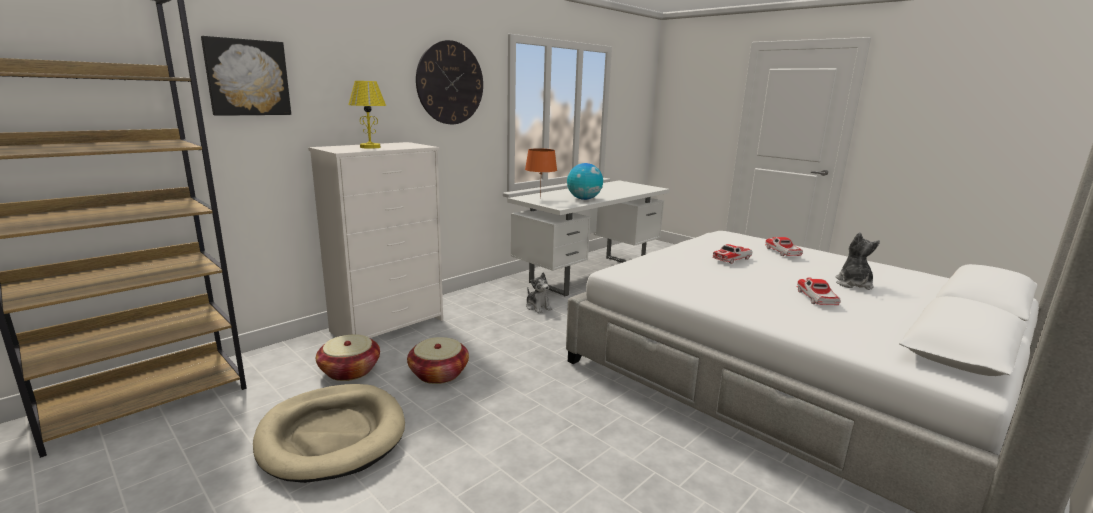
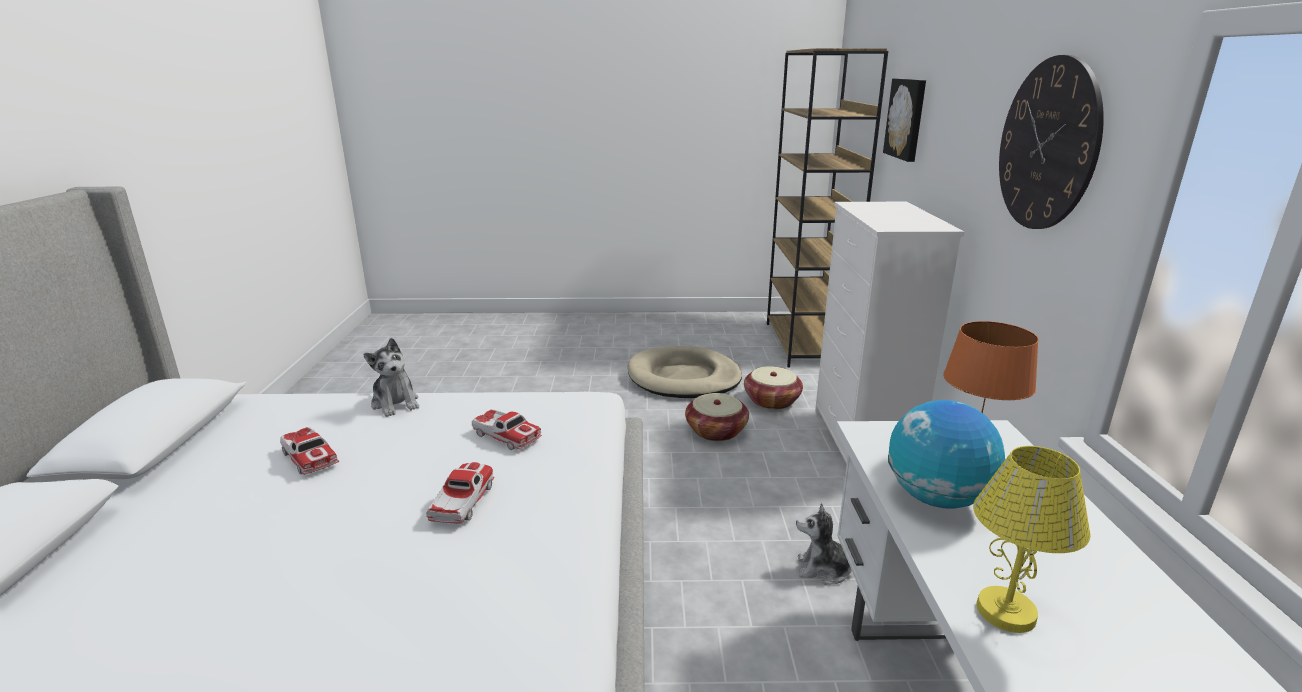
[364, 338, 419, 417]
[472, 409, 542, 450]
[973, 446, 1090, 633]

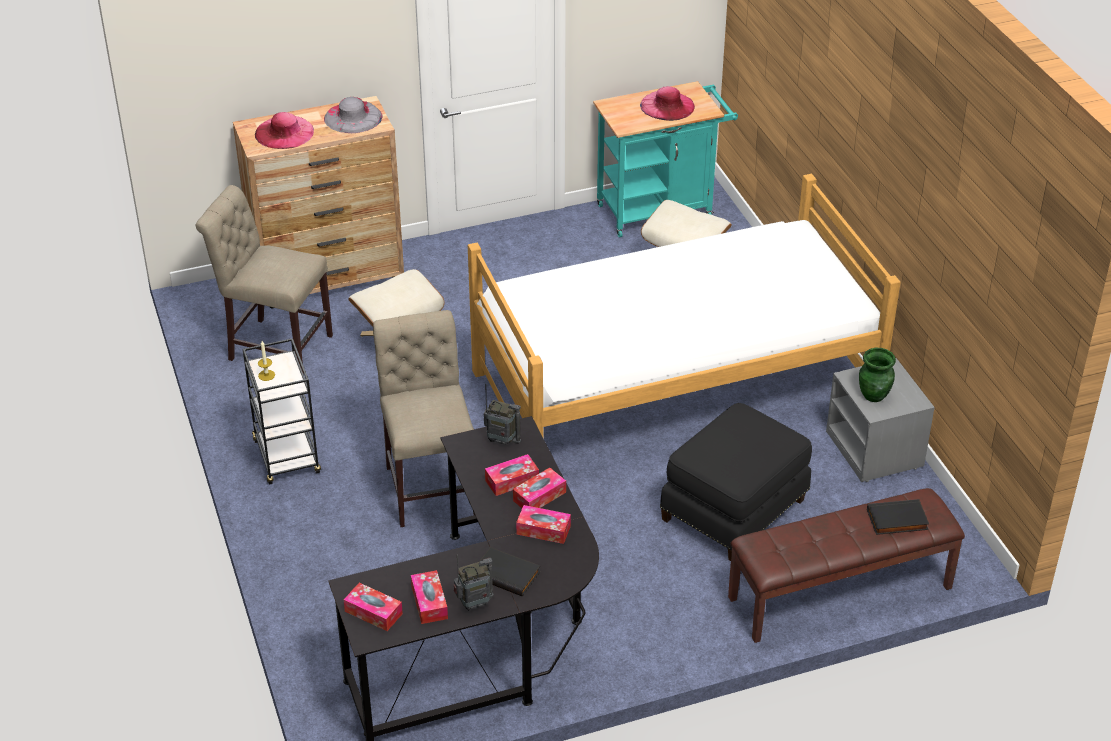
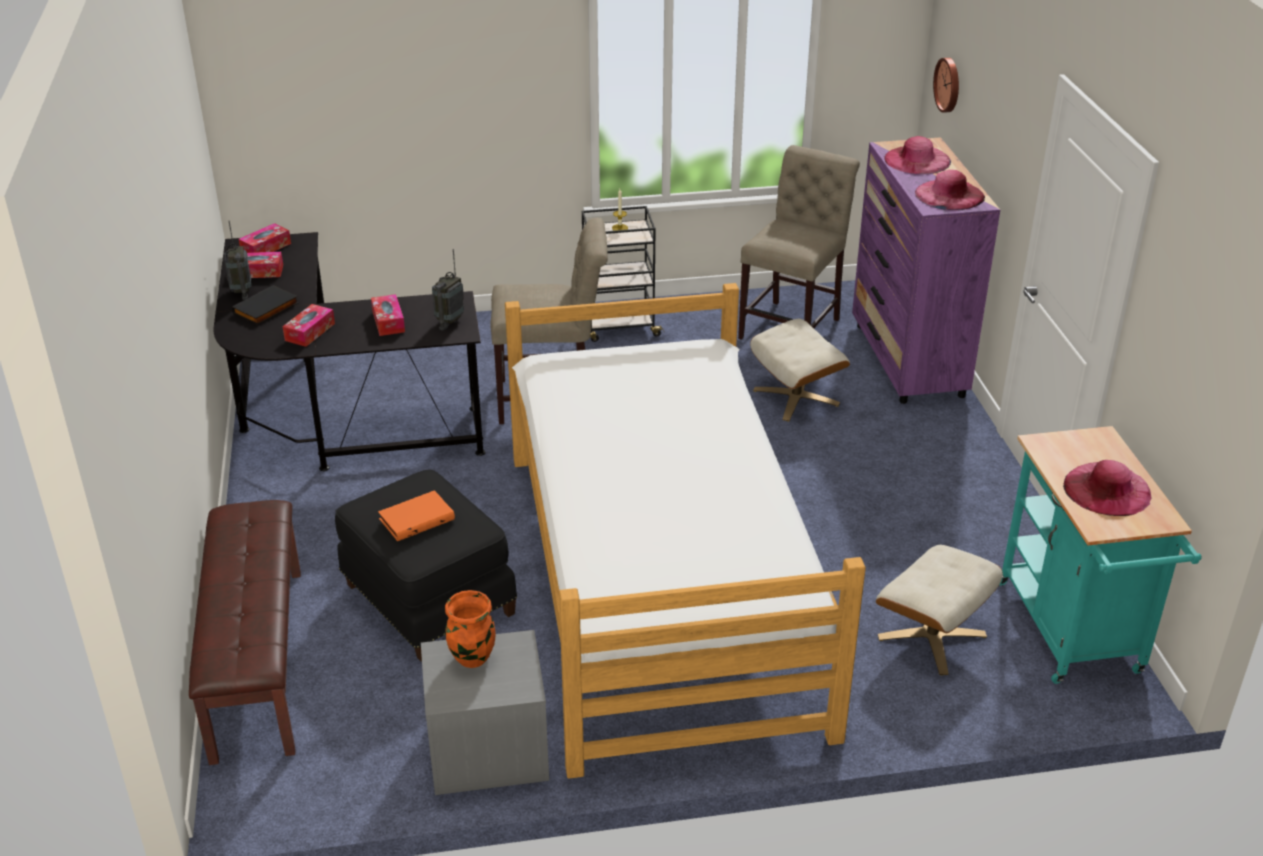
[378, 490, 455, 541]
[445, 590, 496, 668]
[852, 137, 1000, 404]
[915, 170, 985, 210]
[933, 58, 959, 113]
[513, 468, 566, 508] (first image)
[867, 499, 929, 535] (first image)

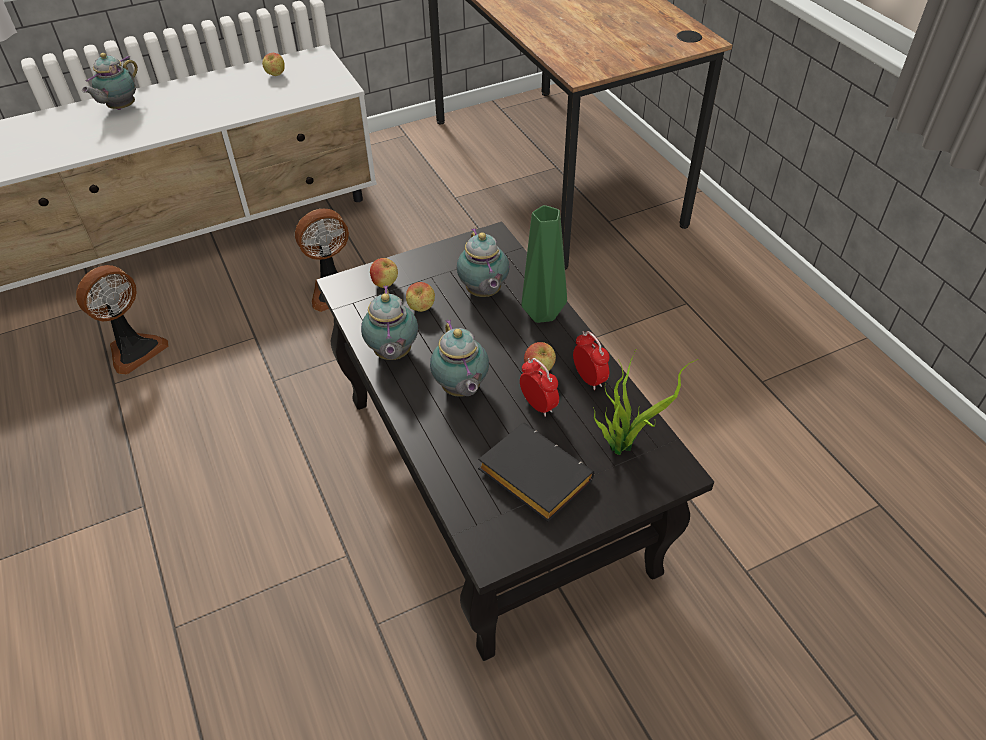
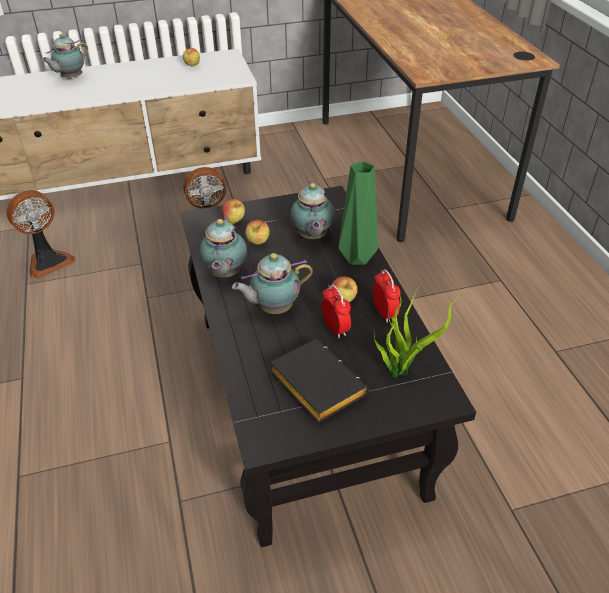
[232, 253, 313, 314]

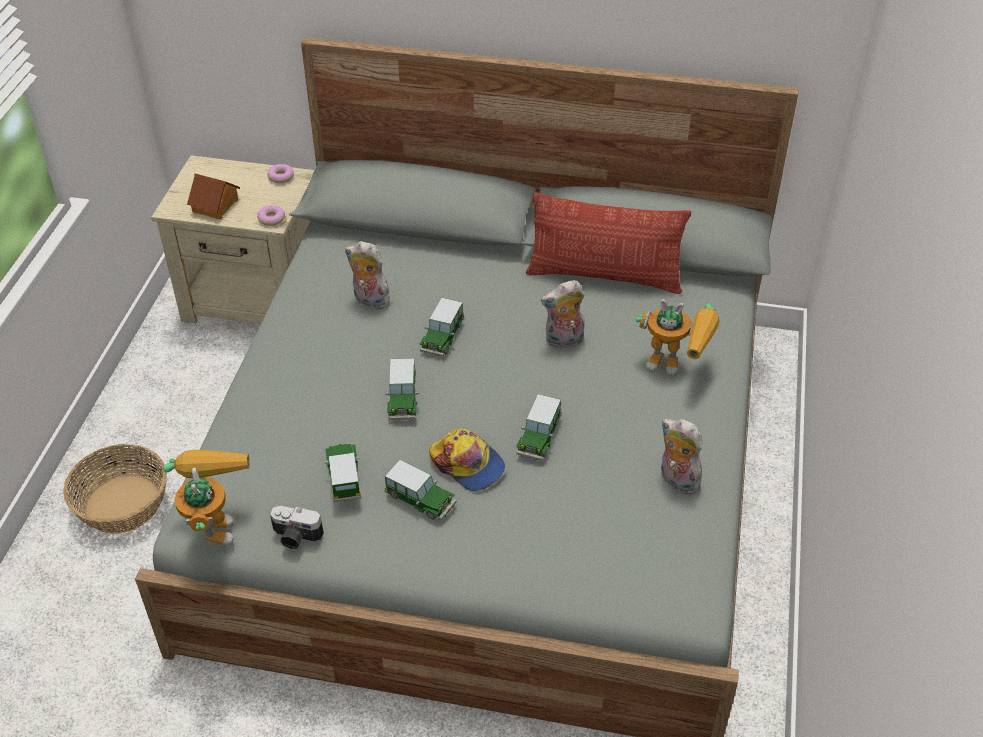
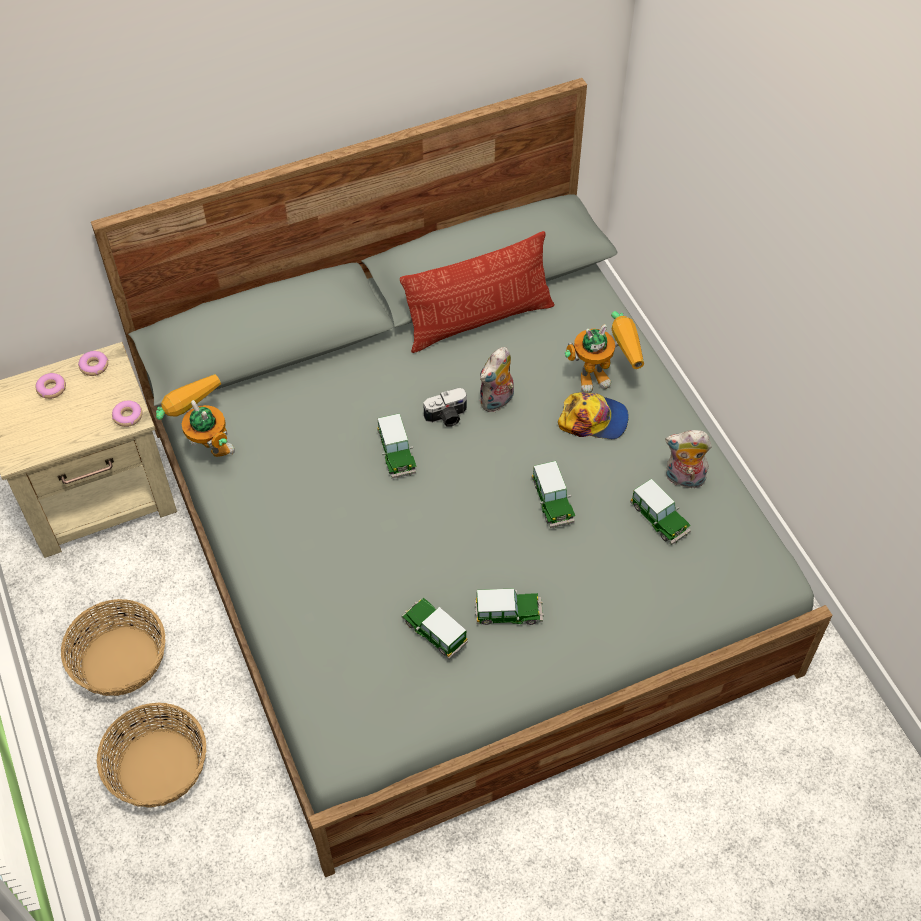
[36, 373, 66, 399]
[61, 599, 166, 696]
[156, 374, 235, 457]
[423, 388, 467, 427]
[558, 392, 629, 439]
[630, 479, 691, 545]
[187, 174, 240, 219] (first image)
[345, 241, 390, 309] (first image)

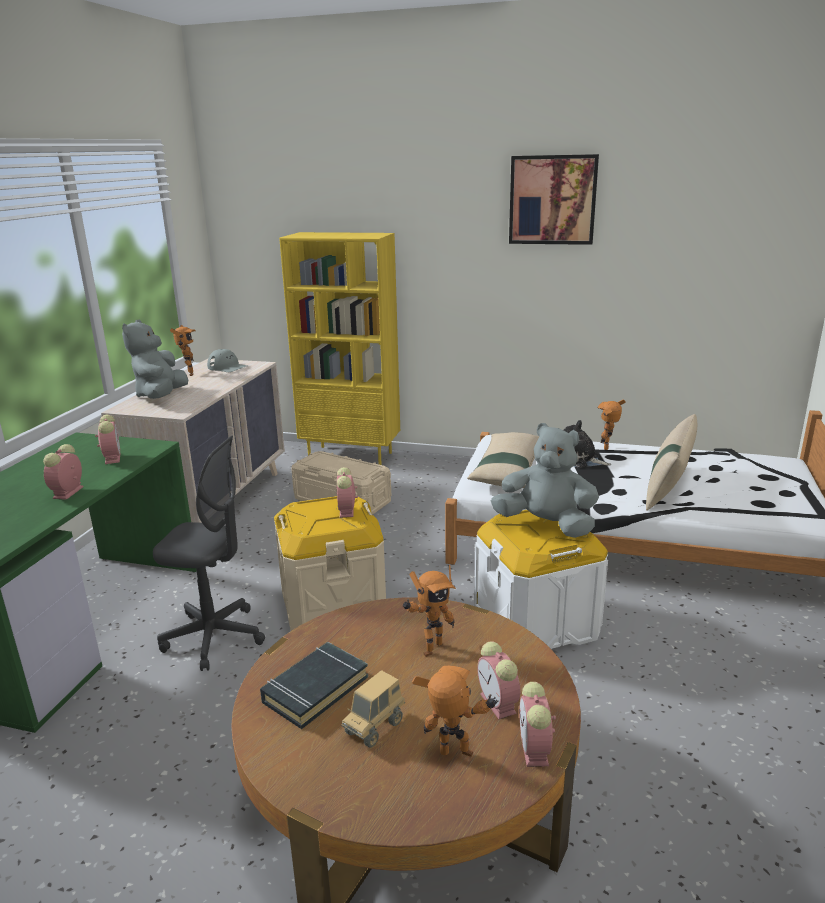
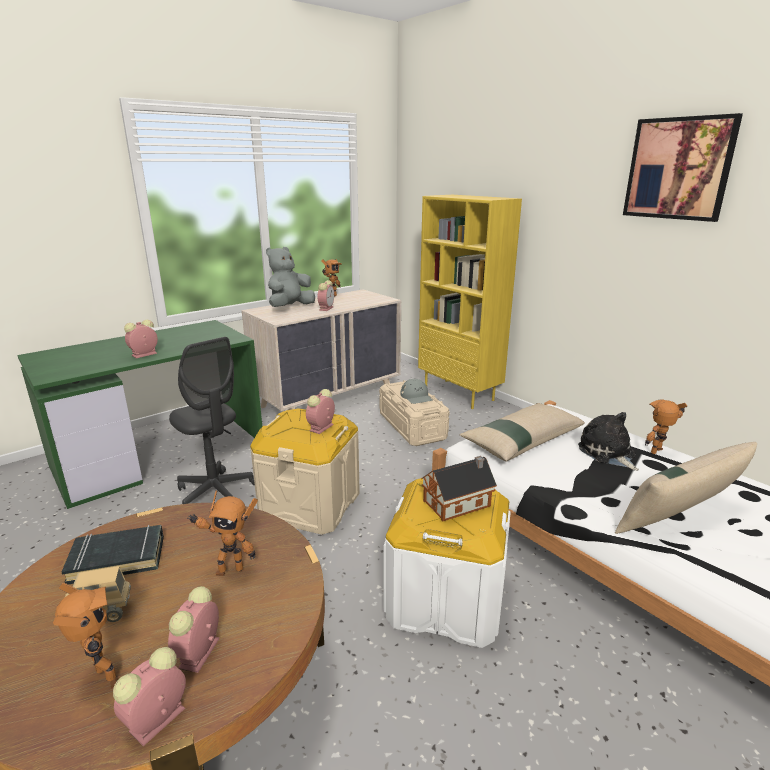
[318, 280, 334, 311]
[400, 379, 433, 404]
[421, 456, 497, 521]

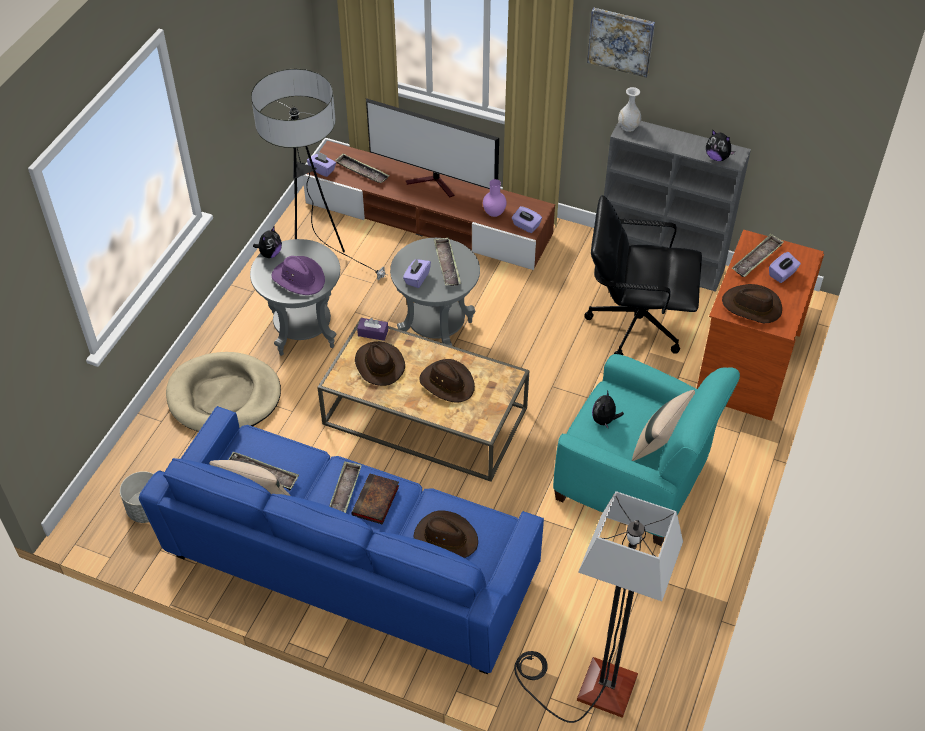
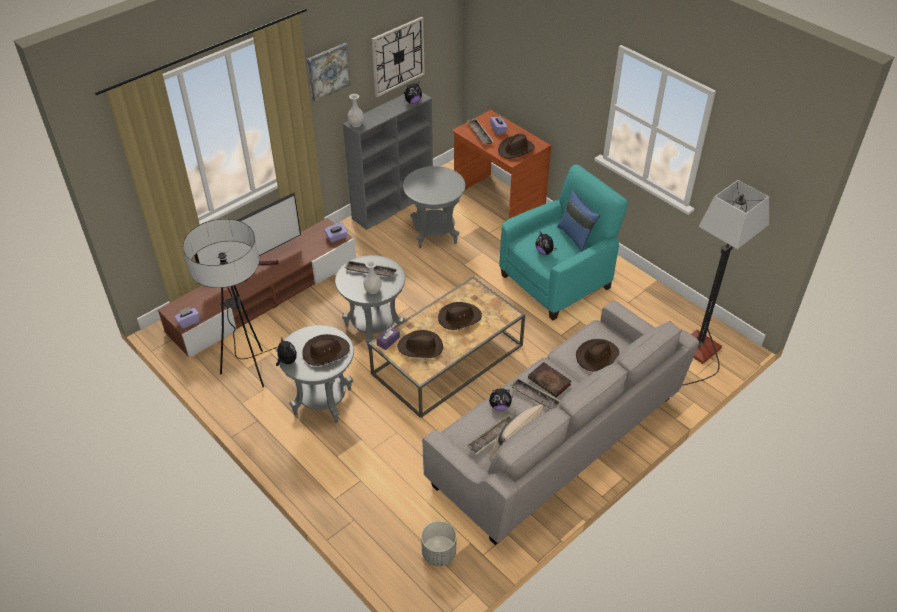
[302, 334, 350, 366]
[363, 260, 382, 294]
[372, 17, 425, 97]
[403, 166, 466, 248]
[422, 300, 699, 545]
[489, 388, 513, 411]
[557, 190, 600, 252]
[166, 352, 281, 432] (first image)
[334, 154, 390, 183] (first image)
[483, 179, 507, 217] (first image)

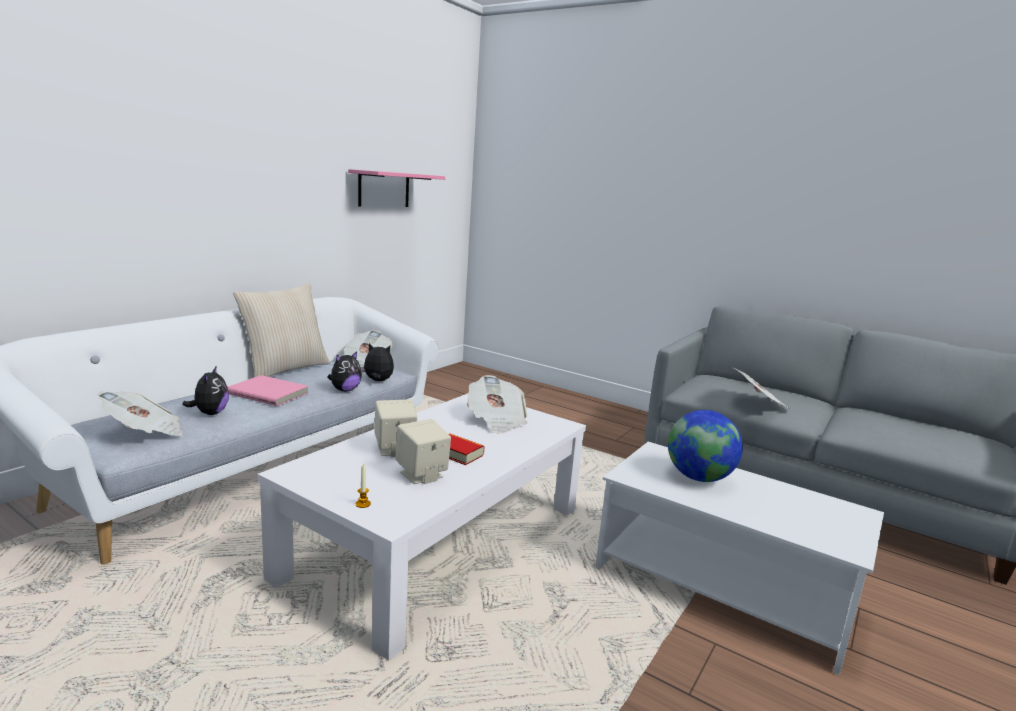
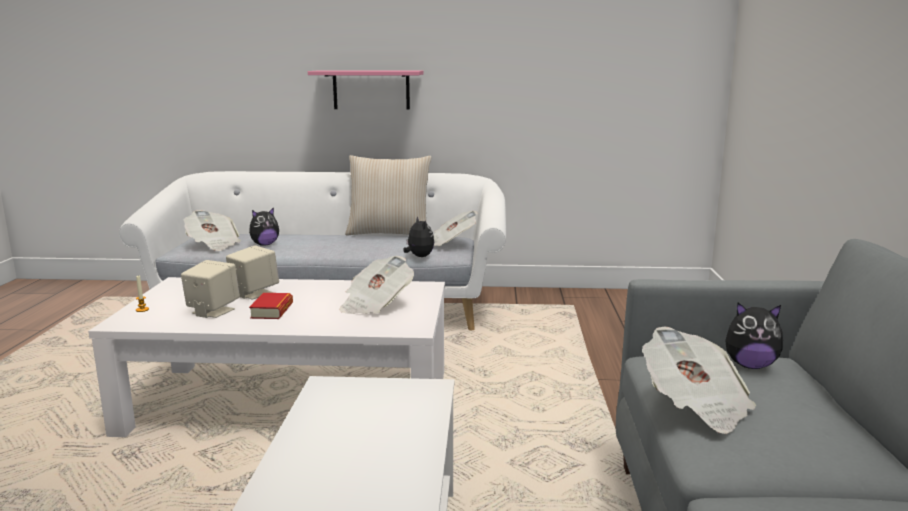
[308, 70, 423, 109]
[725, 303, 783, 369]
[228, 375, 309, 406] (first image)
[668, 410, 743, 482] (first image)

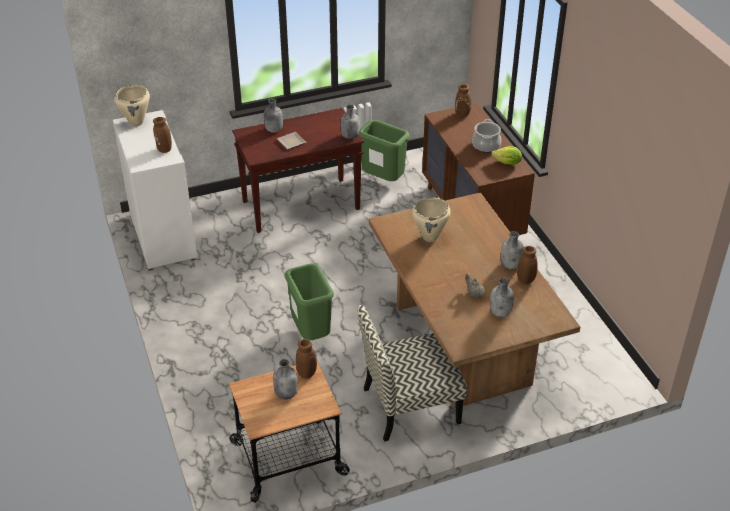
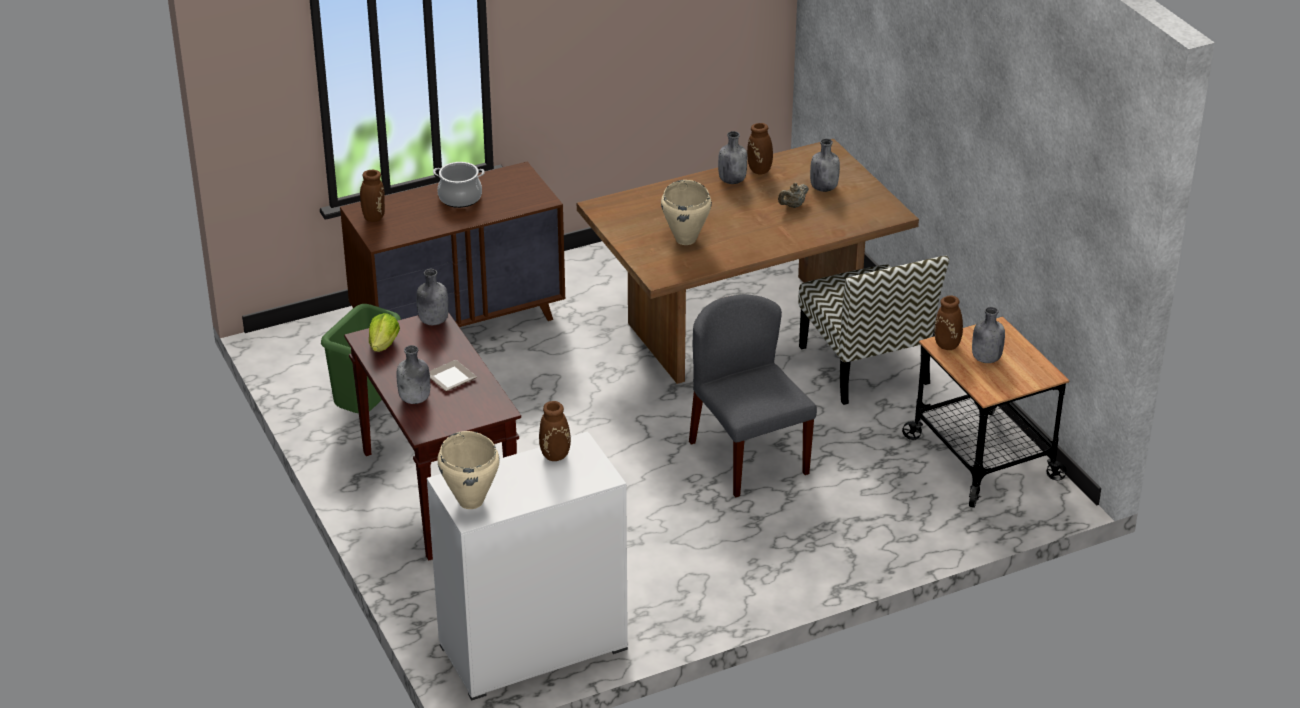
[369, 313, 400, 352]
[689, 294, 817, 497]

